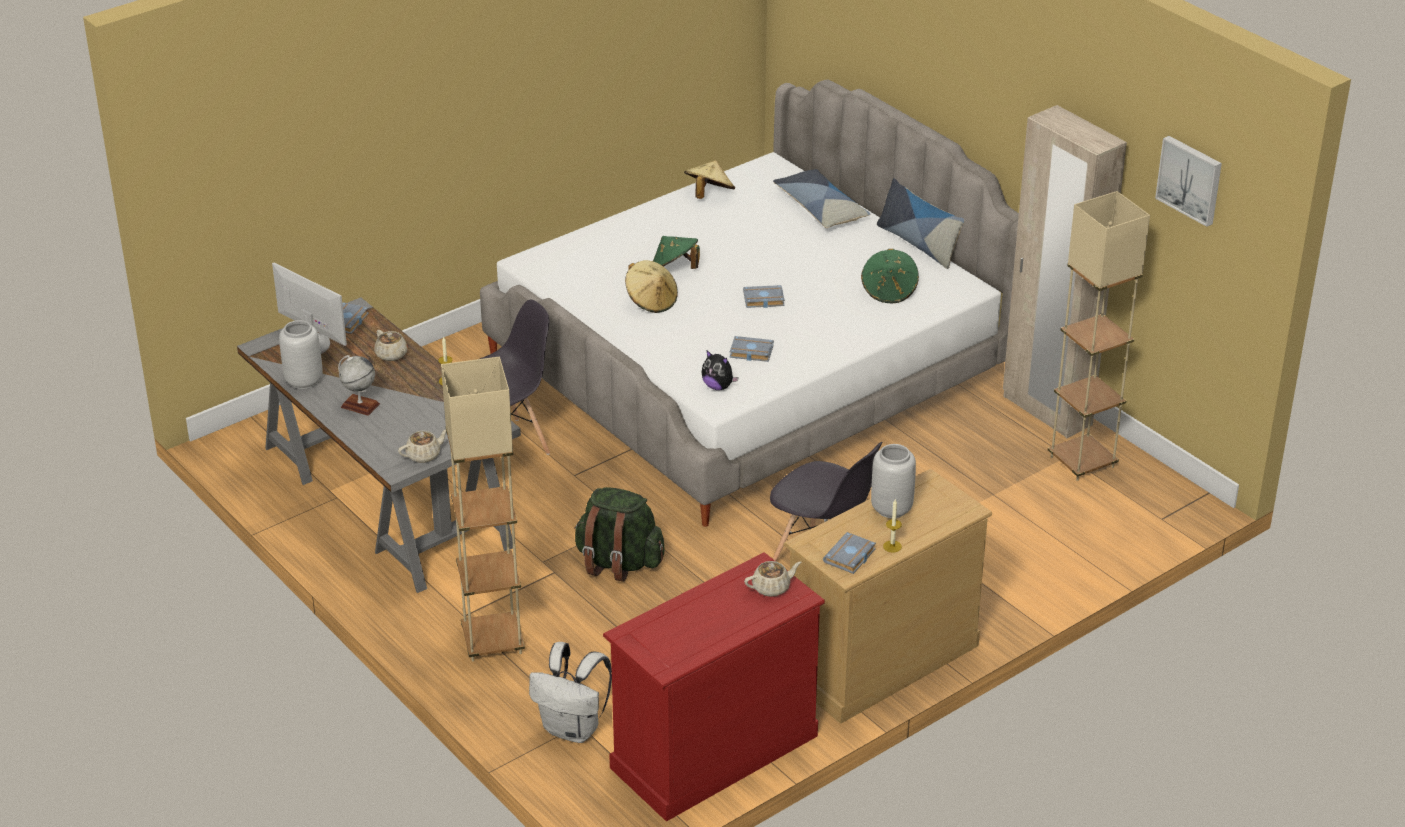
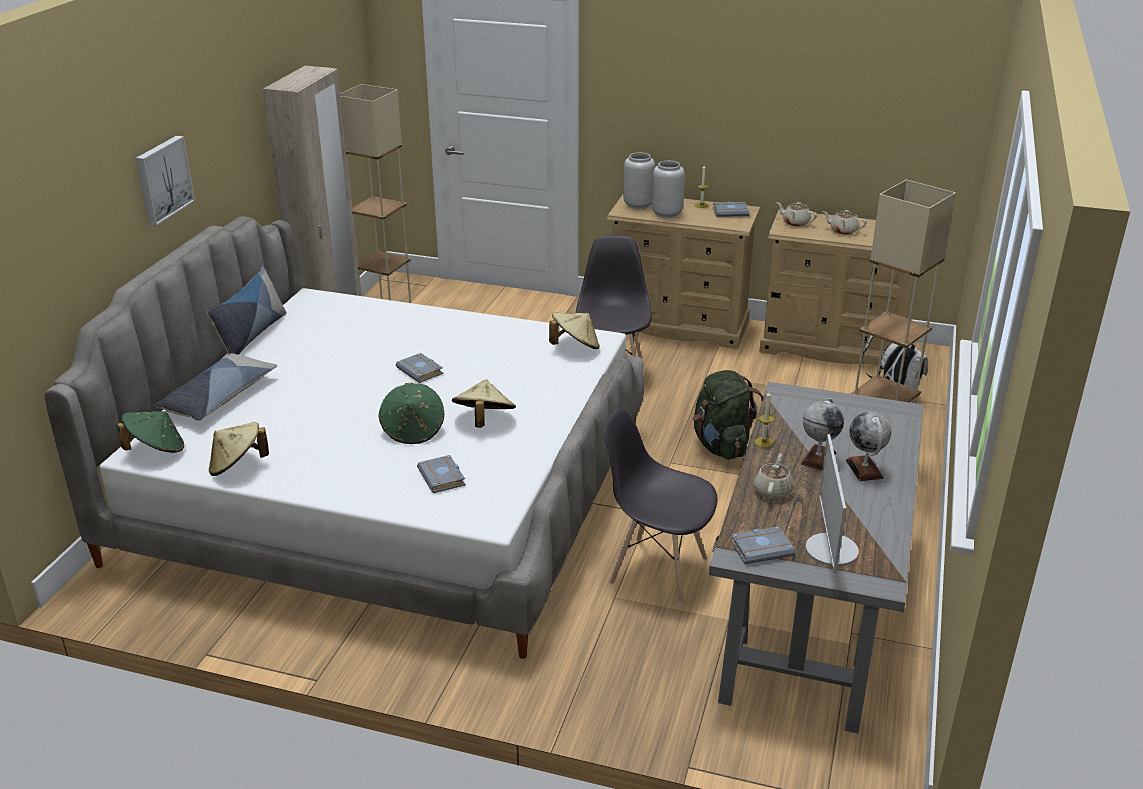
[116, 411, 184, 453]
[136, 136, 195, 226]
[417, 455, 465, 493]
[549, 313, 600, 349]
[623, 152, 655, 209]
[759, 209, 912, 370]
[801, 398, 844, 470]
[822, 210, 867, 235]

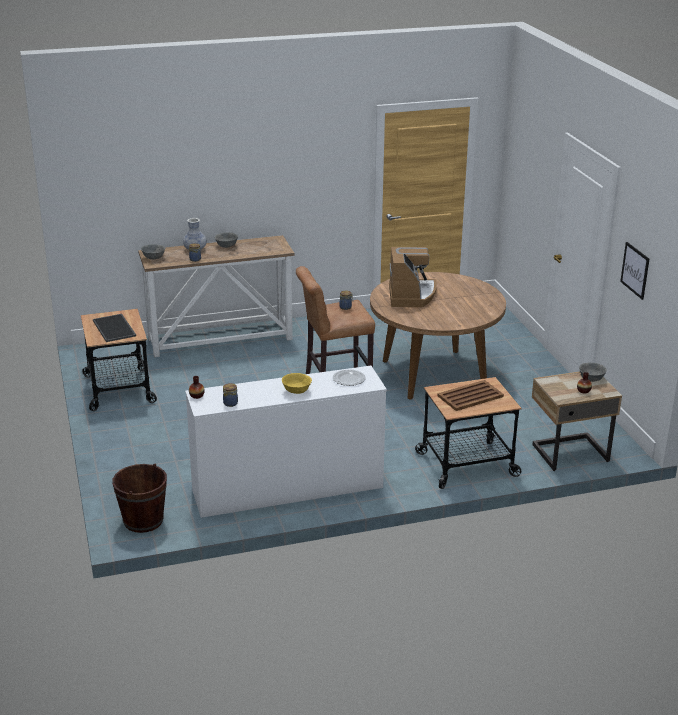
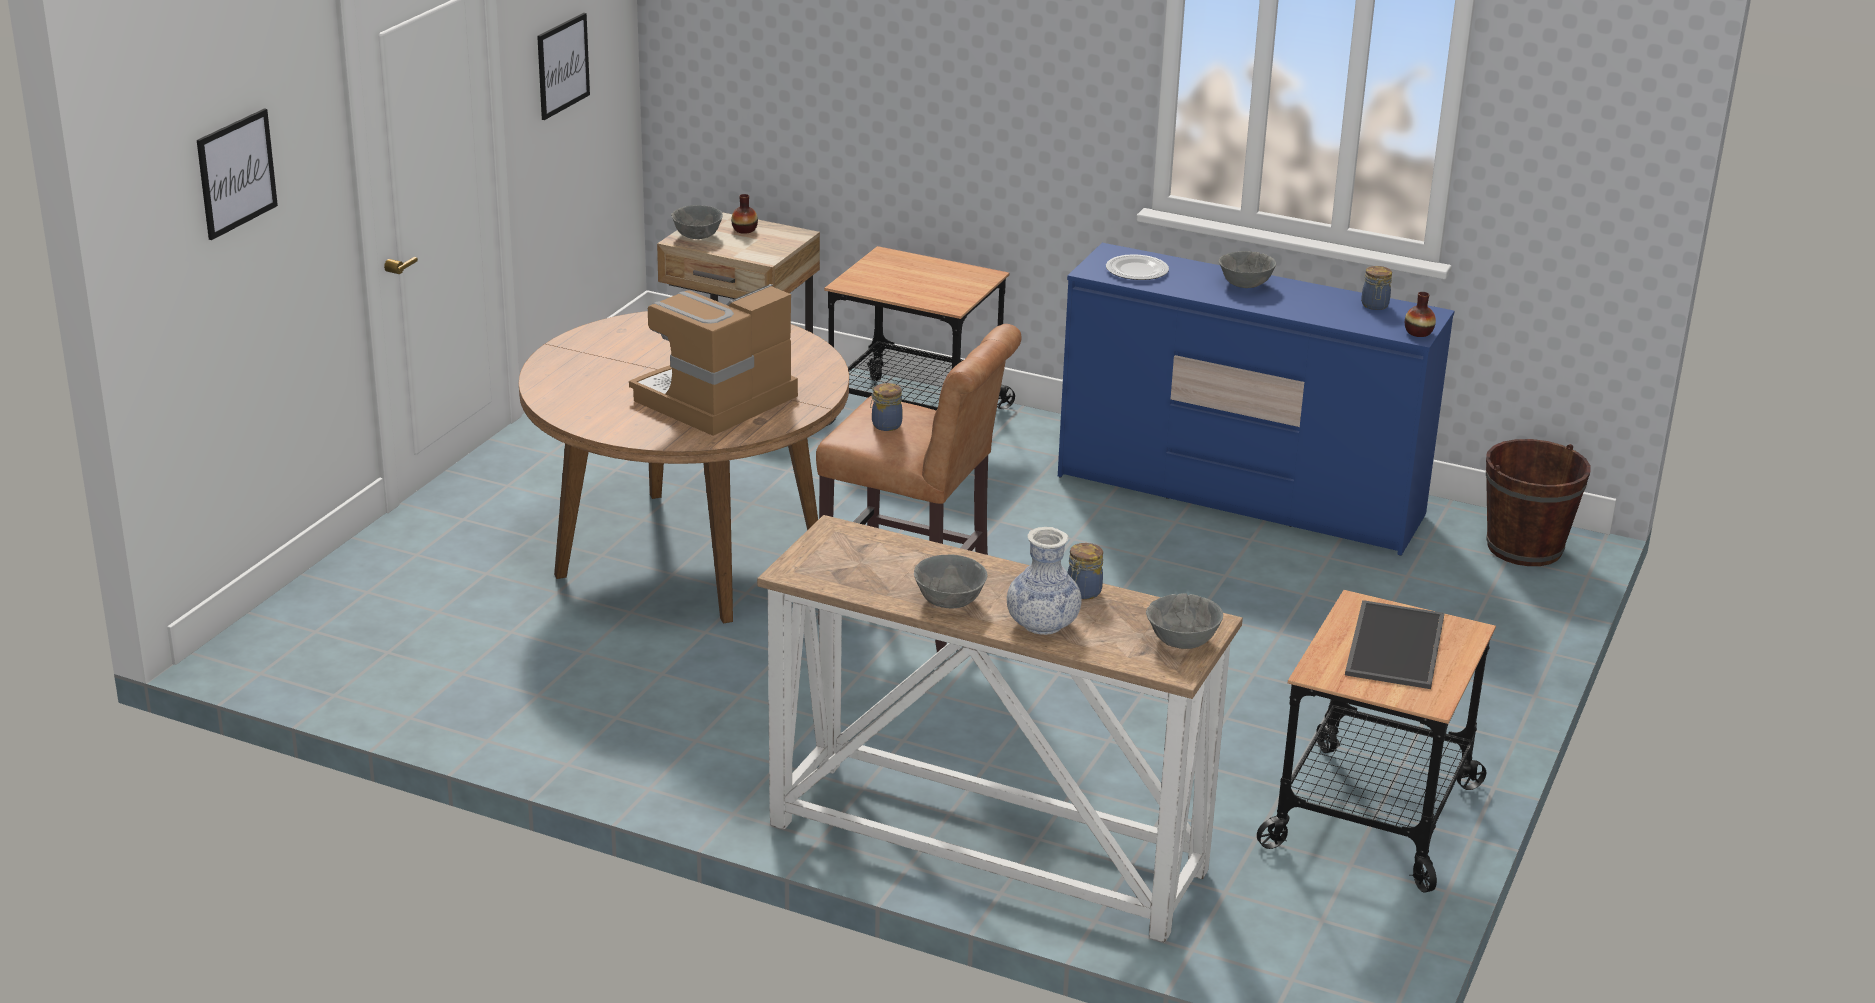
[197, 108, 278, 240]
[1058, 243, 1454, 556]
[1219, 251, 1276, 288]
[438, 380, 504, 411] (first image)

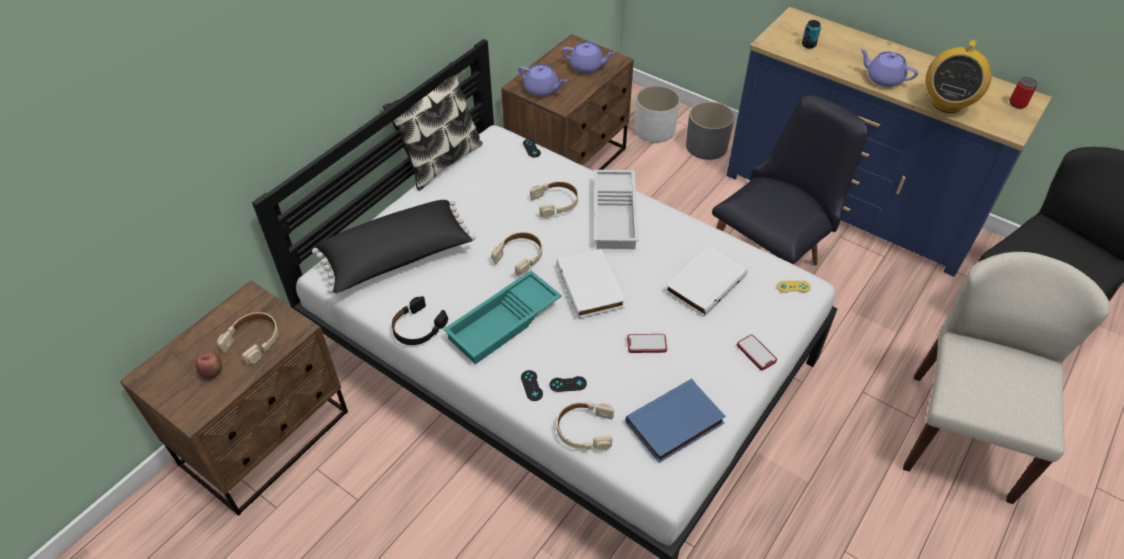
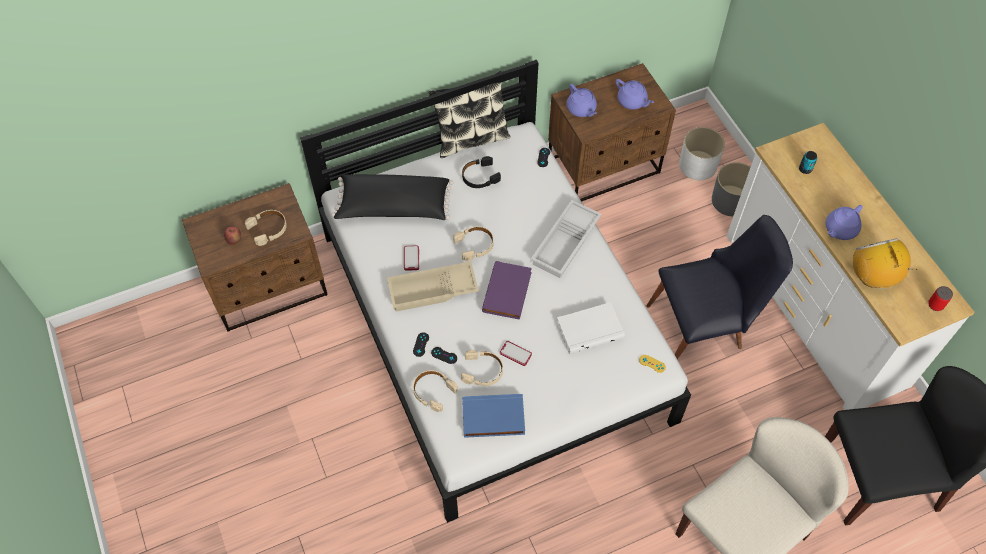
[387, 261, 479, 312]
[404, 245, 419, 271]
[461, 350, 503, 386]
[462, 156, 501, 188]
[482, 261, 532, 320]
[727, 123, 975, 410]
[825, 205, 863, 240]
[853, 238, 917, 289]

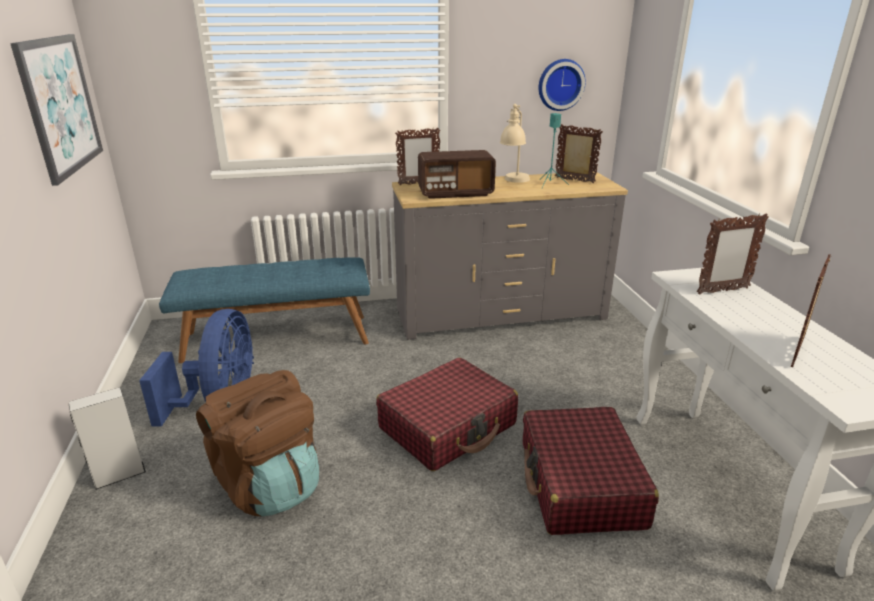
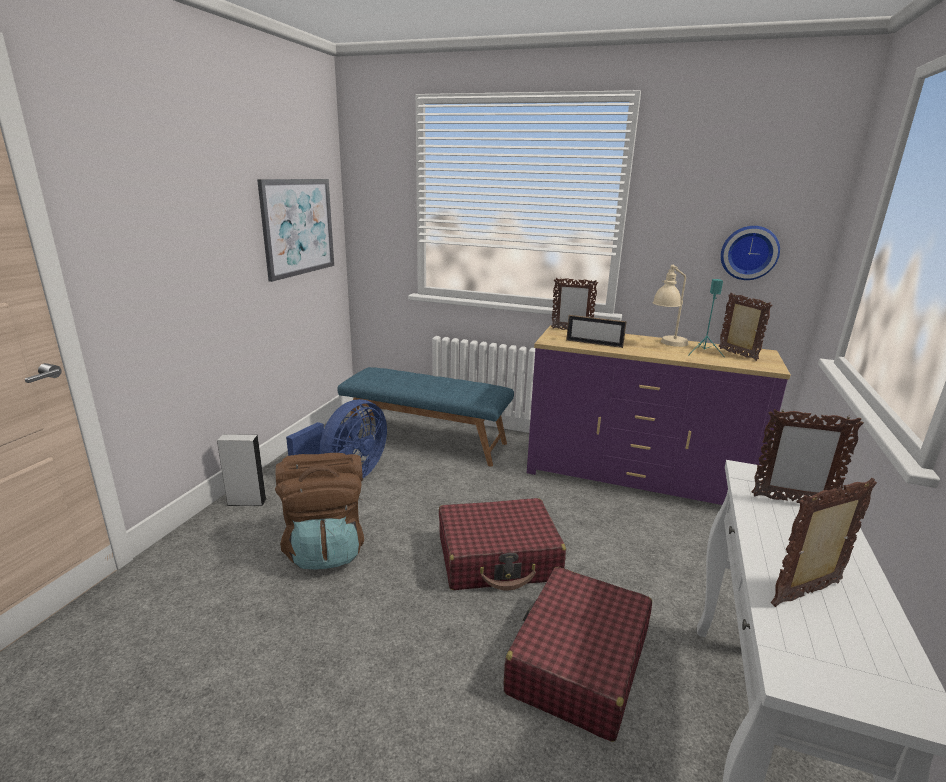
[527, 325, 791, 505]
[566, 315, 627, 348]

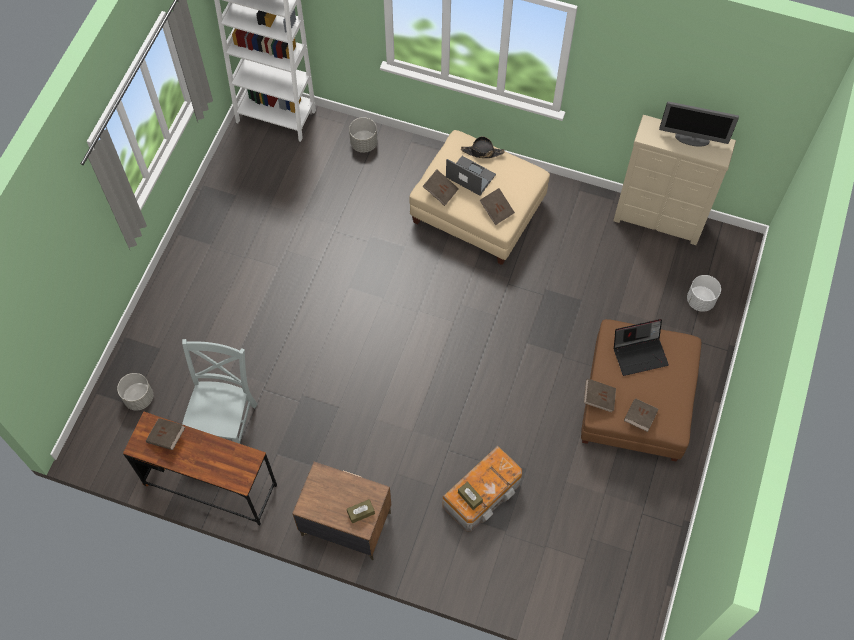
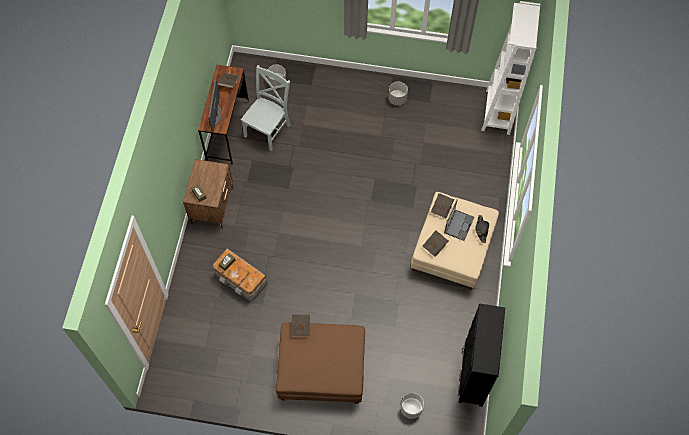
[208, 79, 222, 132]
[241, 65, 291, 151]
[388, 82, 408, 105]
[459, 303, 505, 407]
[614, 319, 669, 376] (first image)
[624, 398, 659, 432] (first image)

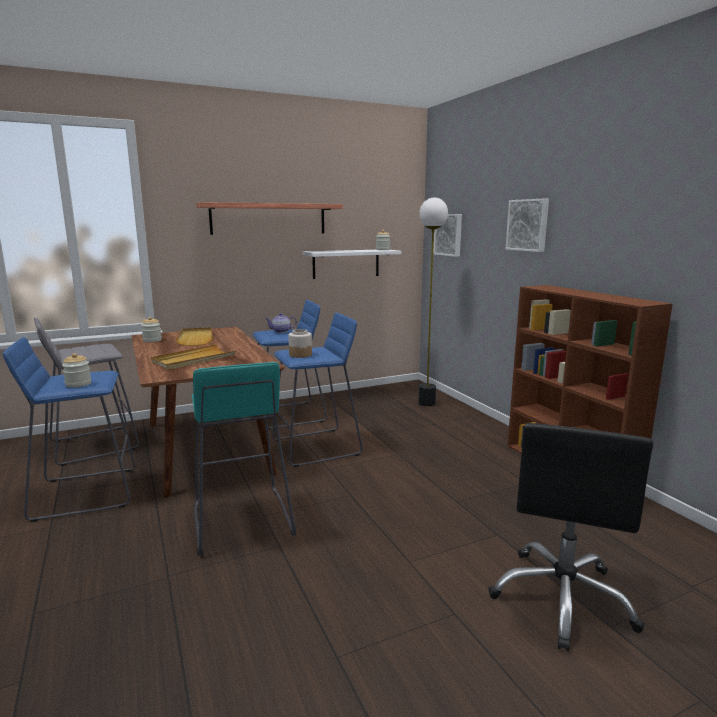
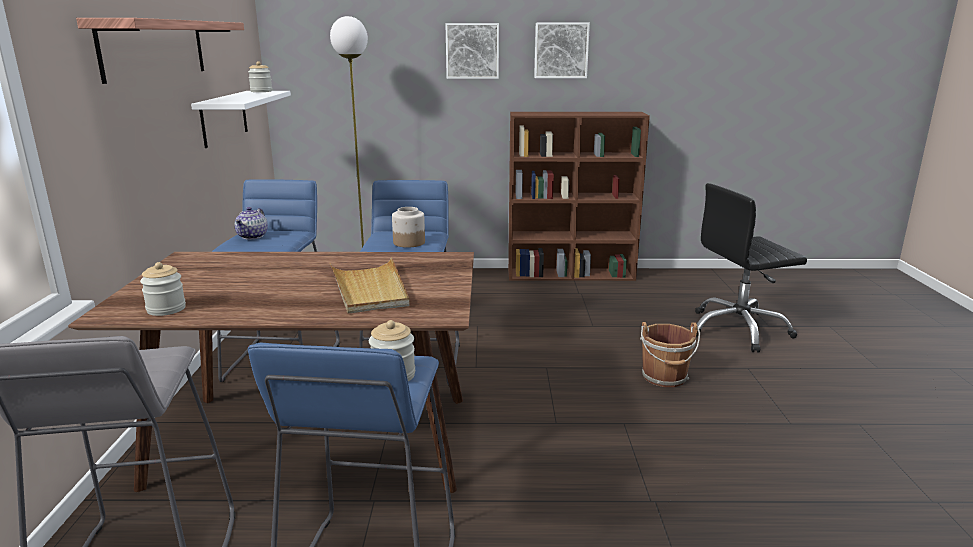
[534, 23, 590, 78]
[640, 322, 700, 387]
[695, 183, 807, 352]
[175, 327, 213, 346] (first image)
[192, 362, 296, 555] (first image)

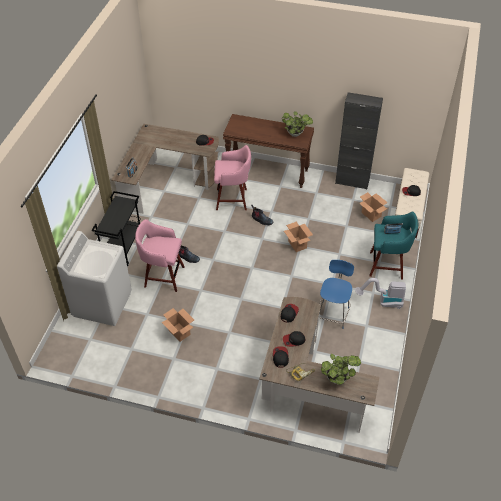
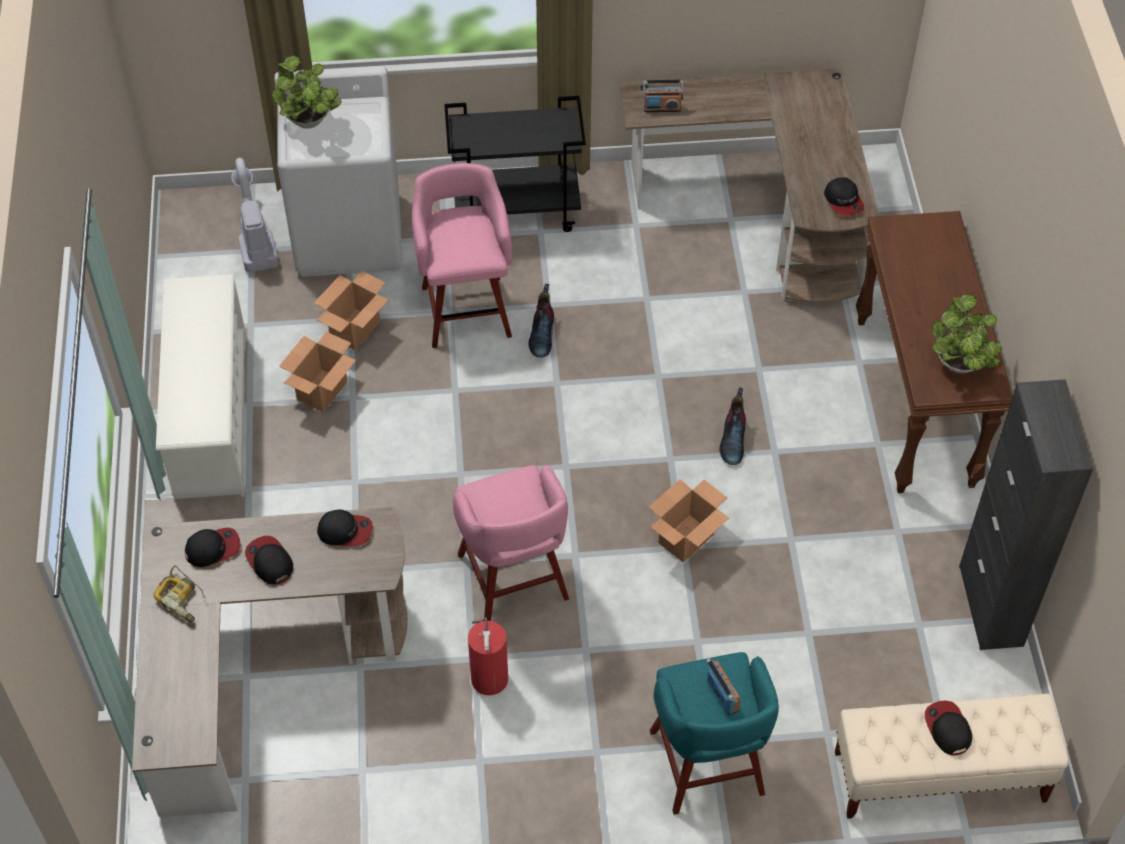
[156, 274, 247, 499]
[231, 158, 279, 272]
[272, 56, 342, 129]
[314, 270, 389, 350]
[453, 464, 569, 621]
[468, 617, 508, 695]

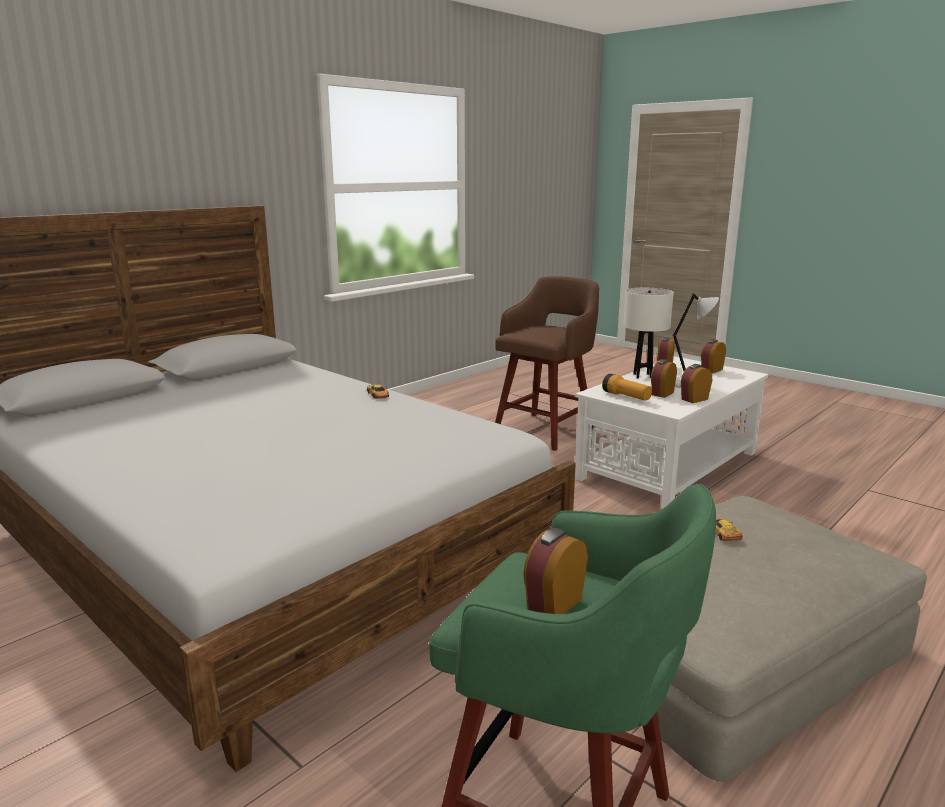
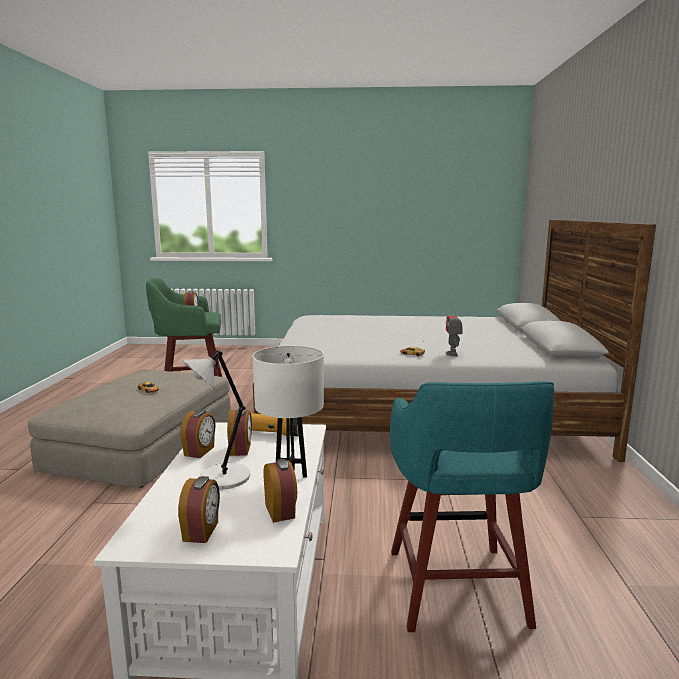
[390, 381, 554, 632]
[446, 306, 463, 356]

